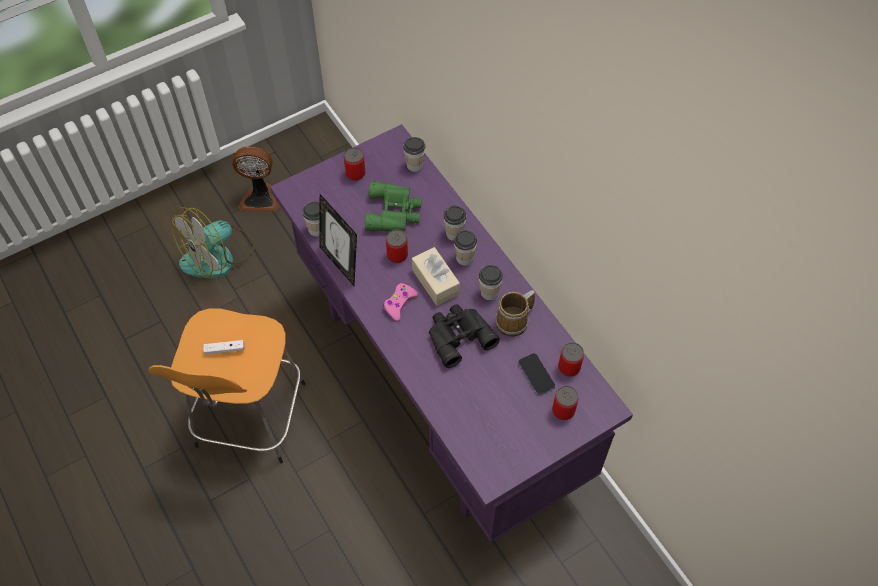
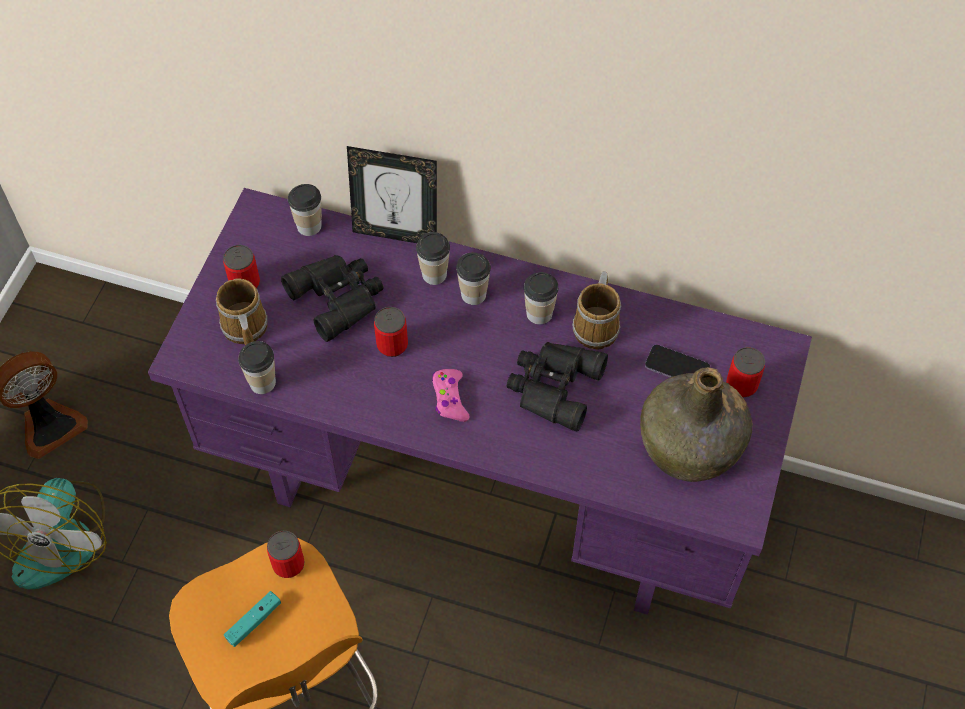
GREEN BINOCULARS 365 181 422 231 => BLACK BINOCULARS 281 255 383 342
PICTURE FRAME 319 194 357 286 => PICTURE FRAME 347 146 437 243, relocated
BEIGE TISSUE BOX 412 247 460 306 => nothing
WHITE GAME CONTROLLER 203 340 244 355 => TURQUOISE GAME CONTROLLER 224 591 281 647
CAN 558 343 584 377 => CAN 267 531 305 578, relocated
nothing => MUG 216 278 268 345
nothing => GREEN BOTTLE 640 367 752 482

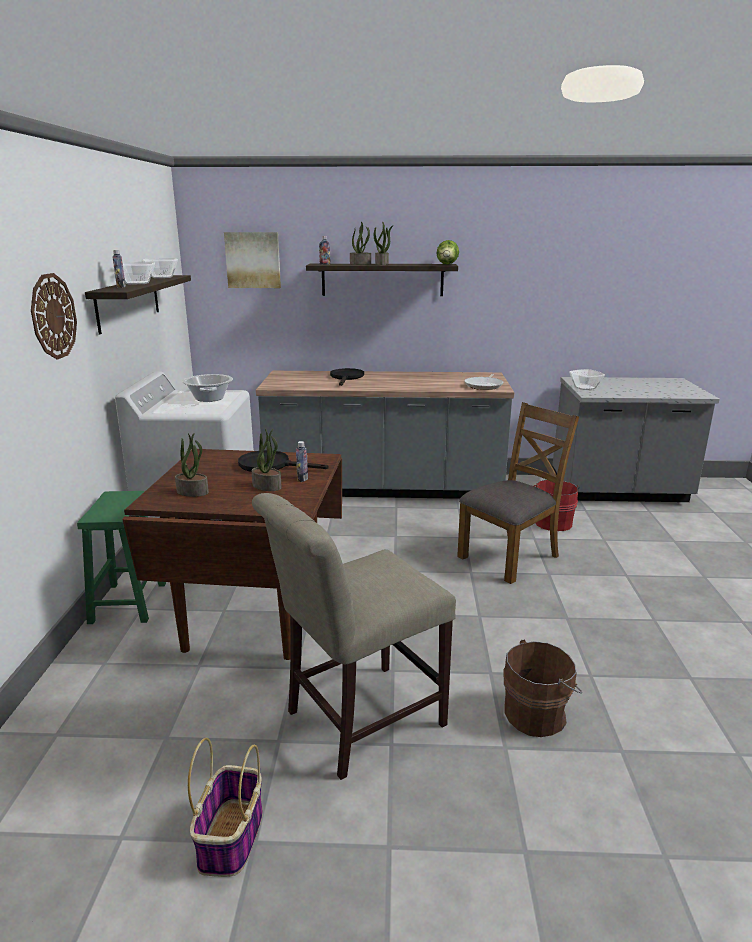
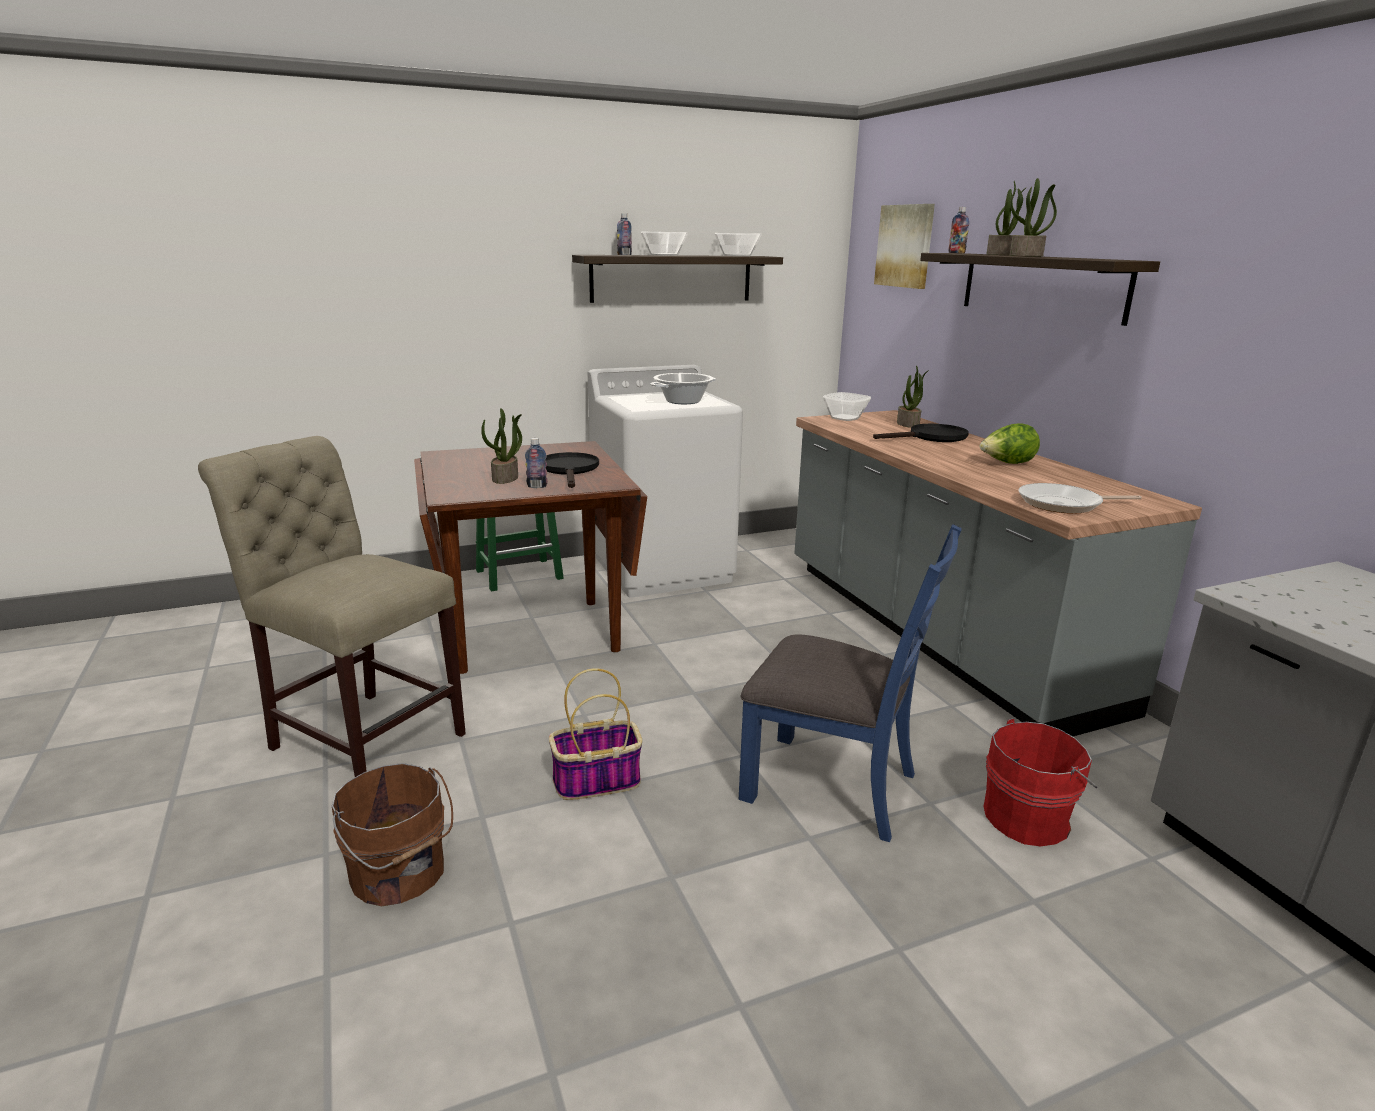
LETTUCE 437 240 459 265 => LETTUCE 980 424 1040 464, relocated
WALL CLOCK 31 273 77 360 => nothing
BOWL 569 369 605 390 => BOWL 823 392 871 421, relocated
BROWN CHAIR 457 402 579 584 => BLUE CHAIR 739 524 962 842
POTTED PLANT 175 433 209 497 => POTTED PLANT 897 366 929 428, relocated
BASKET 188 738 263 877 => BASKET 549 668 643 800, relocated

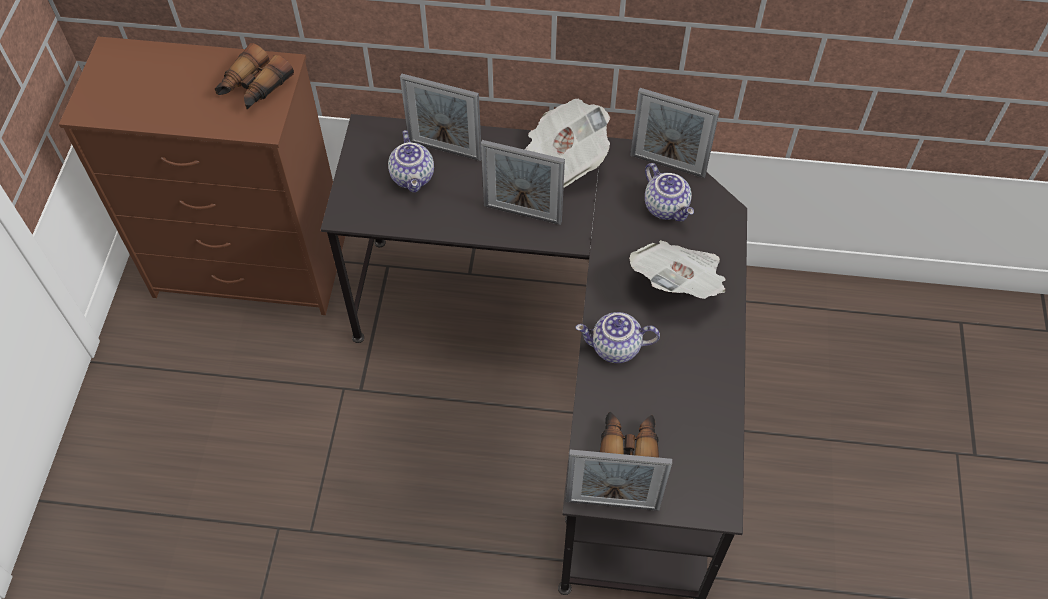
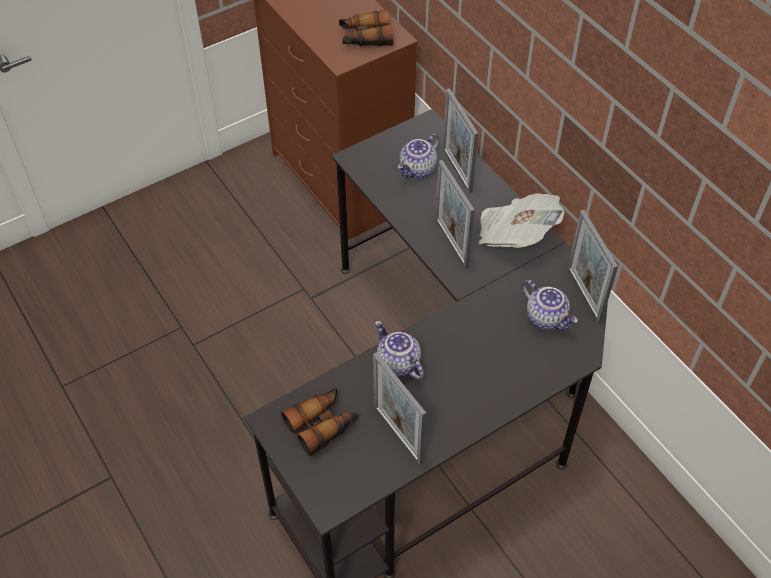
TEAPOT 645 163 694 222 => TEAPOT 522 280 578 330, 60 degrees counterclockwise
NEWSPAPER 629 240 726 299 => nothing
PICTURE FRAME 565 449 672 511 => PICTURE FRAME 373 352 426 465, relocated

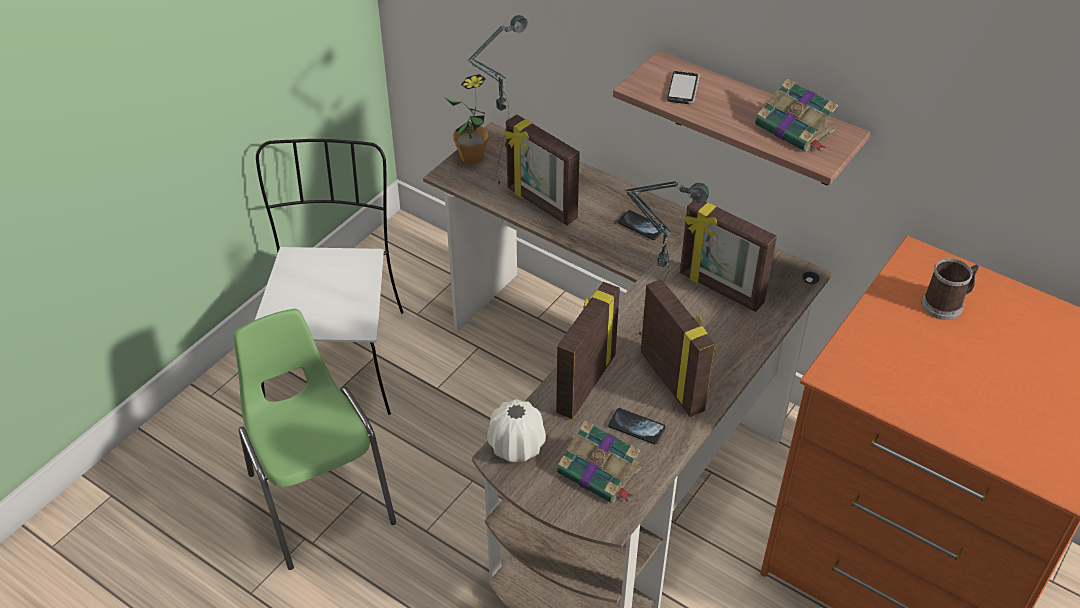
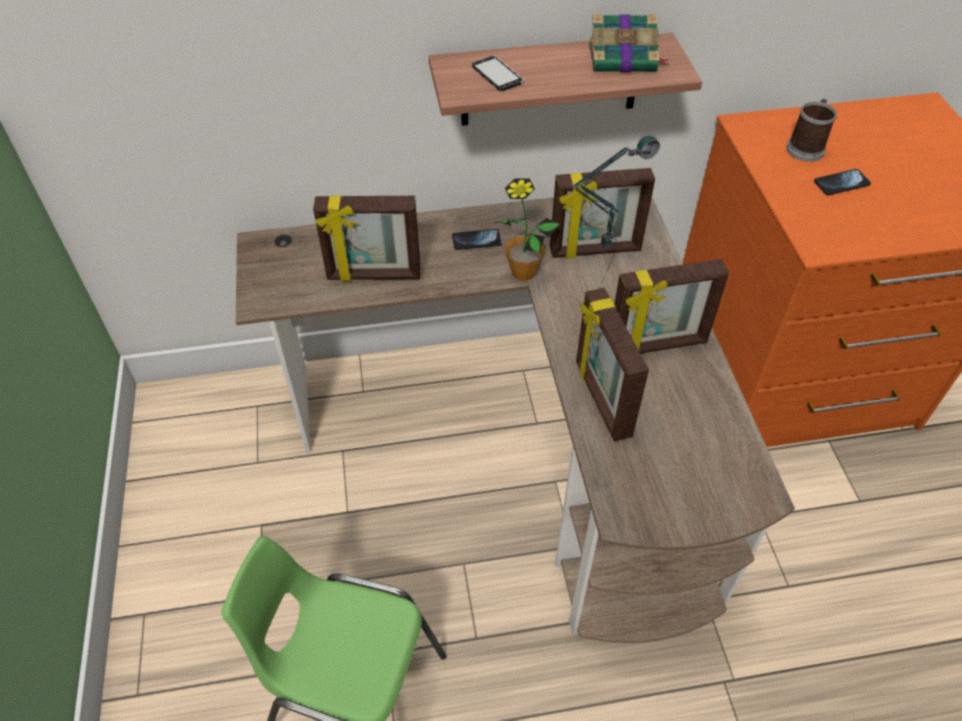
TABLE LAMP 467 15 528 184 => nothing
POTTED PLANT 443 74 489 165 => POTTED PLANT 495 178 560 281, relocated
WHITE CHAIR 255 139 403 415 => nothing
PICTURE FRAME 640 279 717 417 => PICTURE FRAME 614 259 729 354, 150 degrees clockwise
WHITE VASE 487 399 546 462 => nothing
PHONE 608 408 666 444 => PHONE 814 169 871 195, relocated
BOOK 557 420 641 503 => nothing

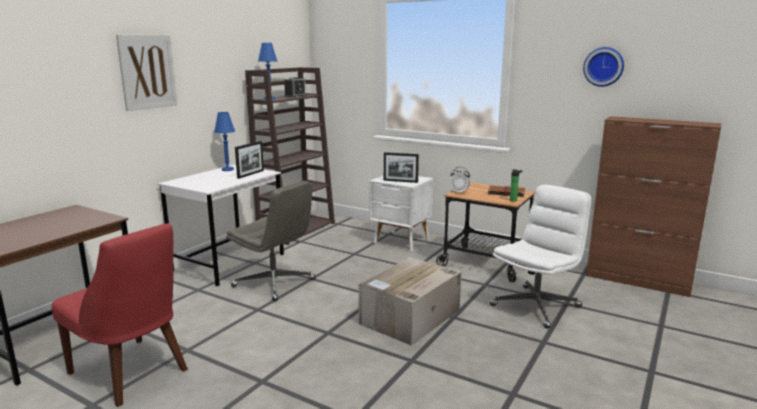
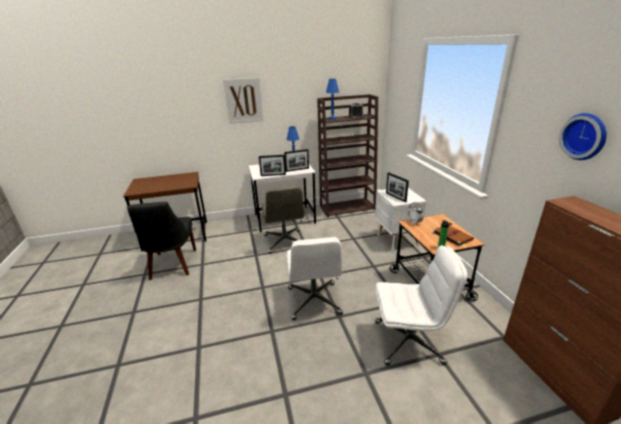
RED CHAIR 51 223 188 407 => BLACK CHAIR 127 202 196 280
CARDBOARD BOX 358 257 461 346 => WHITE OFFICE CHAIR 286 237 343 320
nothing => PICTURE FRAME 259 155 286 176

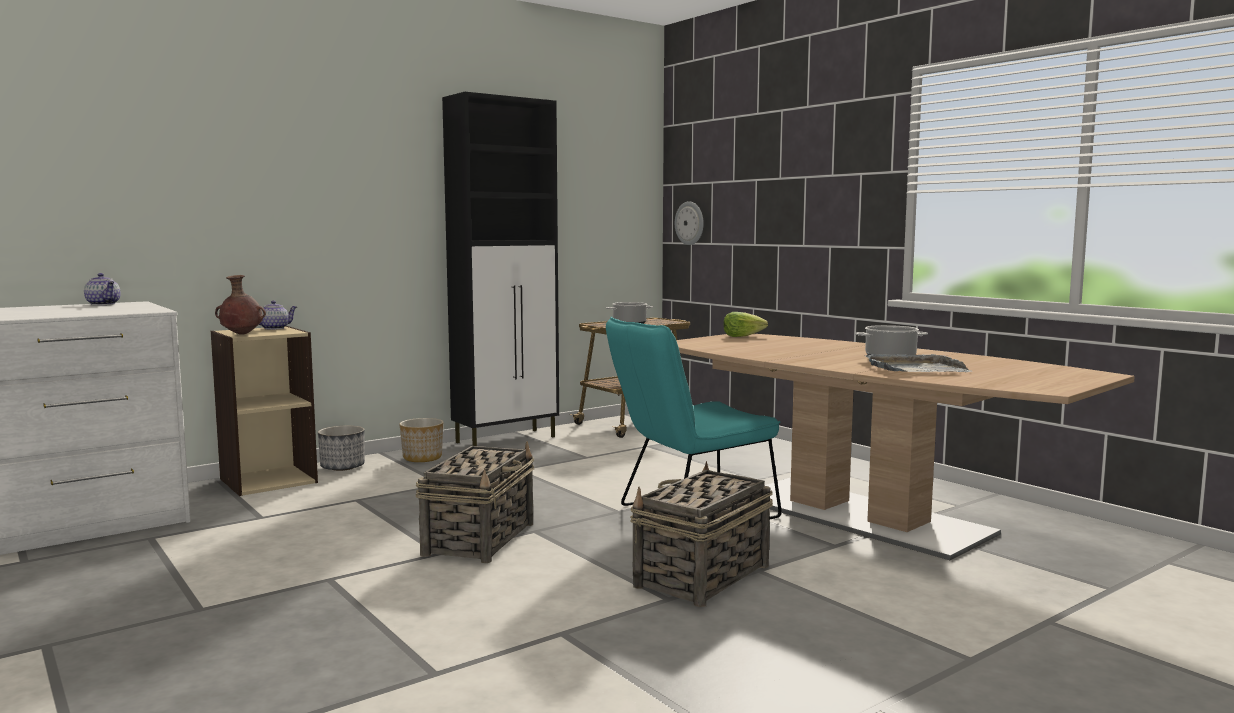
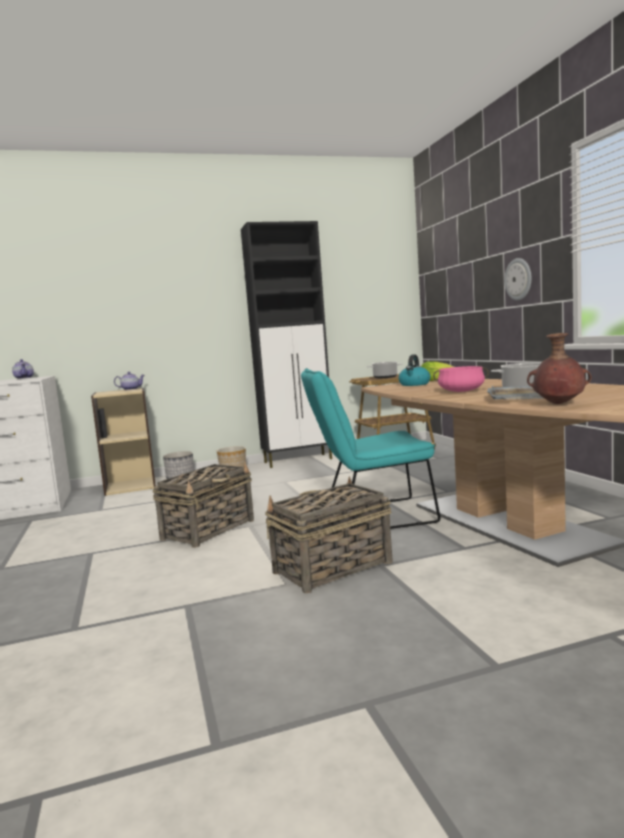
WALL CLOCK 675 201 704 245 => WALL CLOCK 504 258 532 300, relocated
BROWN VASE 215 275 266 335 => BROWN VASE 527 333 591 404, relocated
nothing => KETTLE 398 354 431 386
nothing => PINK COOKING POT 433 366 489 392

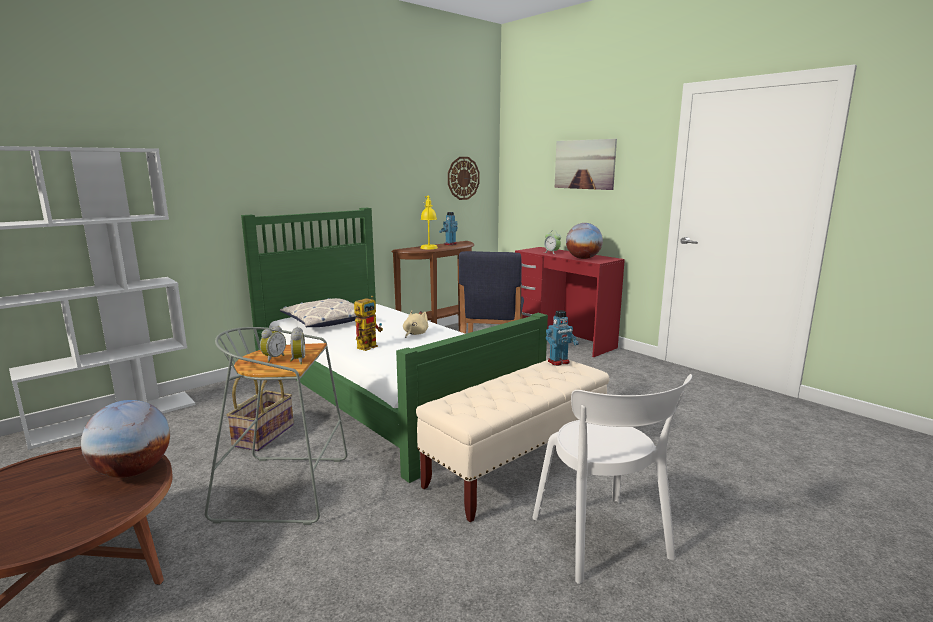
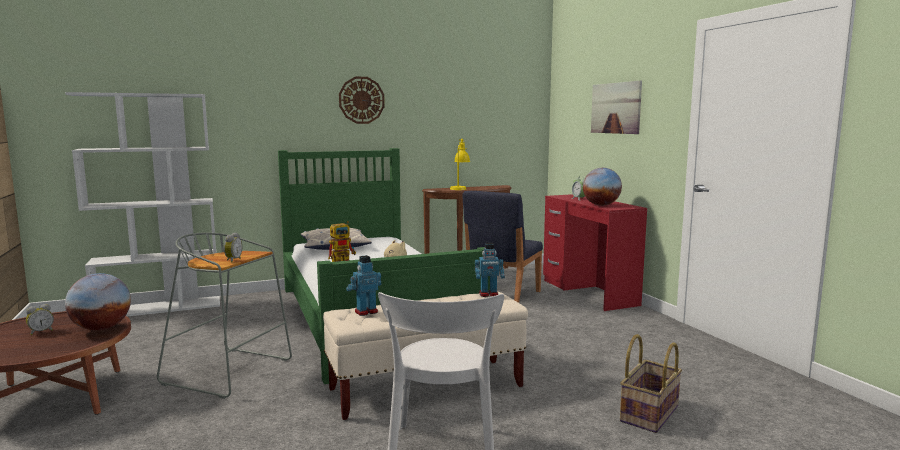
WALL CLOCK 448 157 480 200 => WALL CLOCK 339 76 385 124, relocated
TOY ROBOT 439 212 458 245 => TOY ROBOT 346 255 381 316, relocated
ALARM CLOCK 260 326 286 362 => ALARM CLOCK 26 304 54 335, relocated
BASKET 227 377 294 451 => BASKET 620 334 682 433, relocated

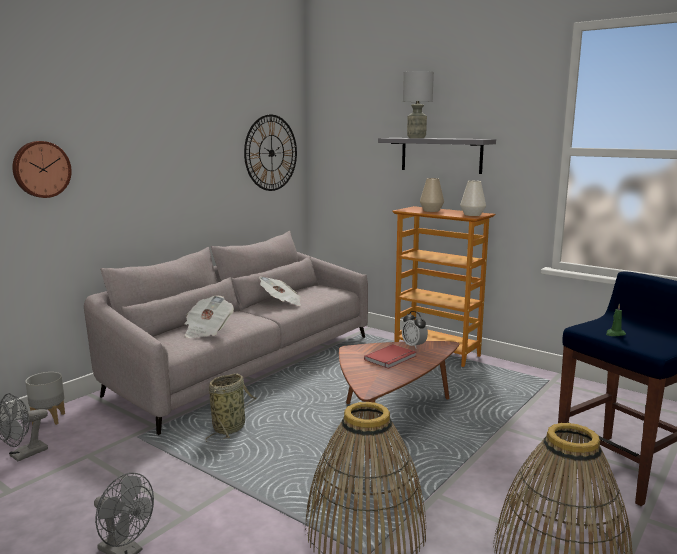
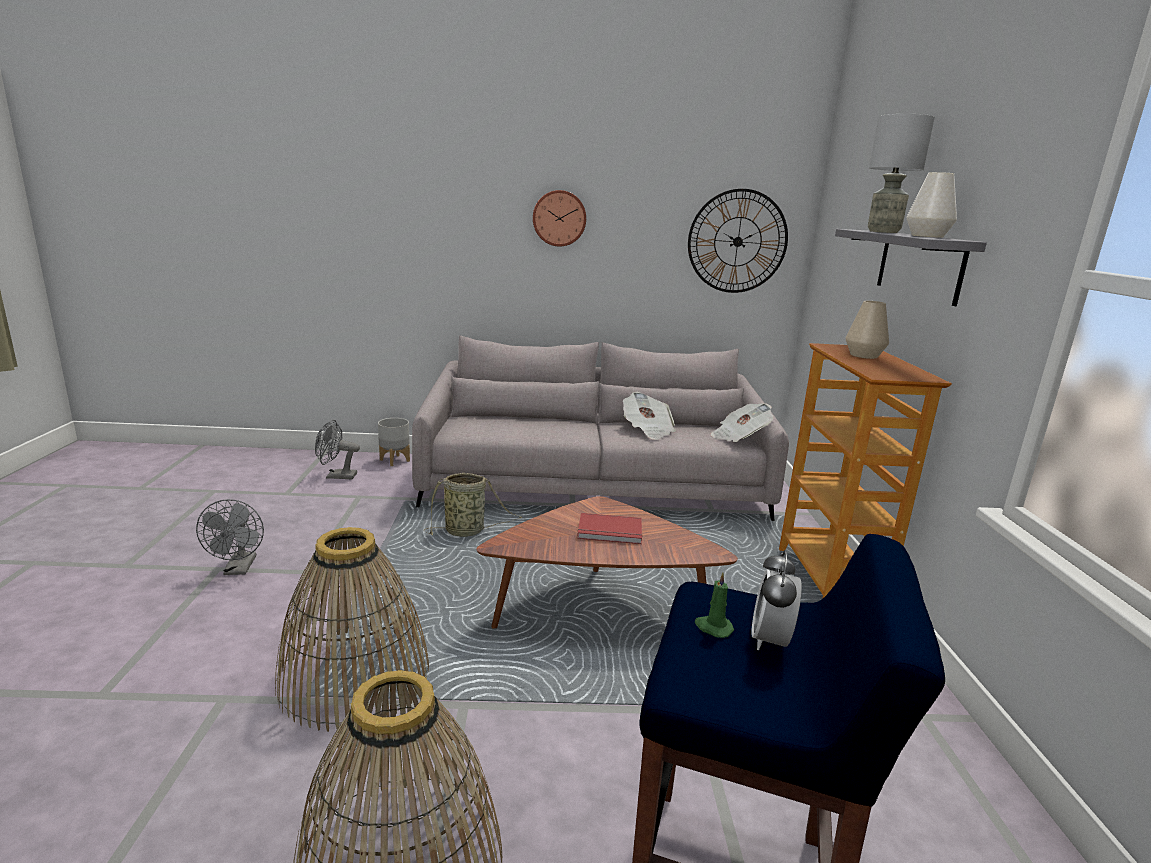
WALL CLOCK 13 141 72 198 => WALL CLOCK 533 190 586 247, relocated
WHITE VASE 460 181 486 216 => WHITE VASE 907 172 957 238, relocated
NEWSPAPER 184 295 234 338 => NEWSPAPER 711 403 774 442, relocated
ALARM CLOCK 402 311 428 348 => ALARM CLOCK 751 550 802 650, relocated

